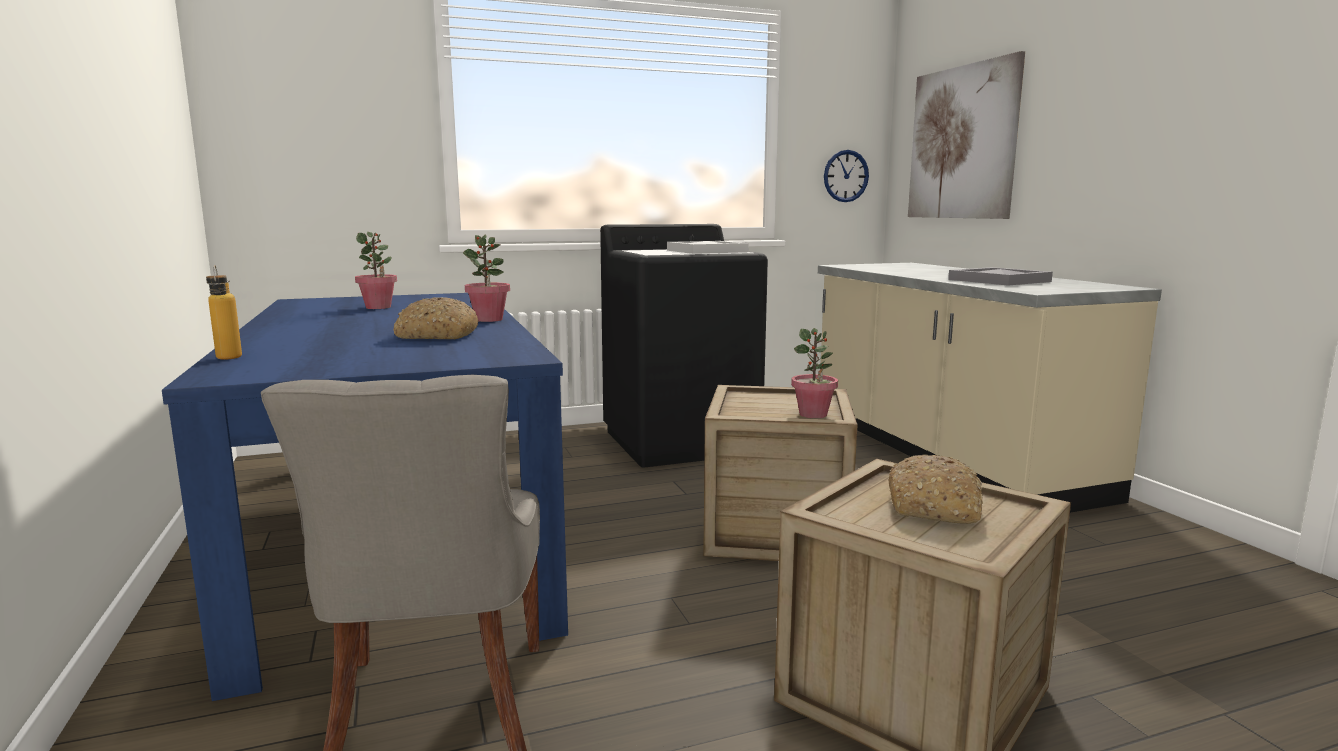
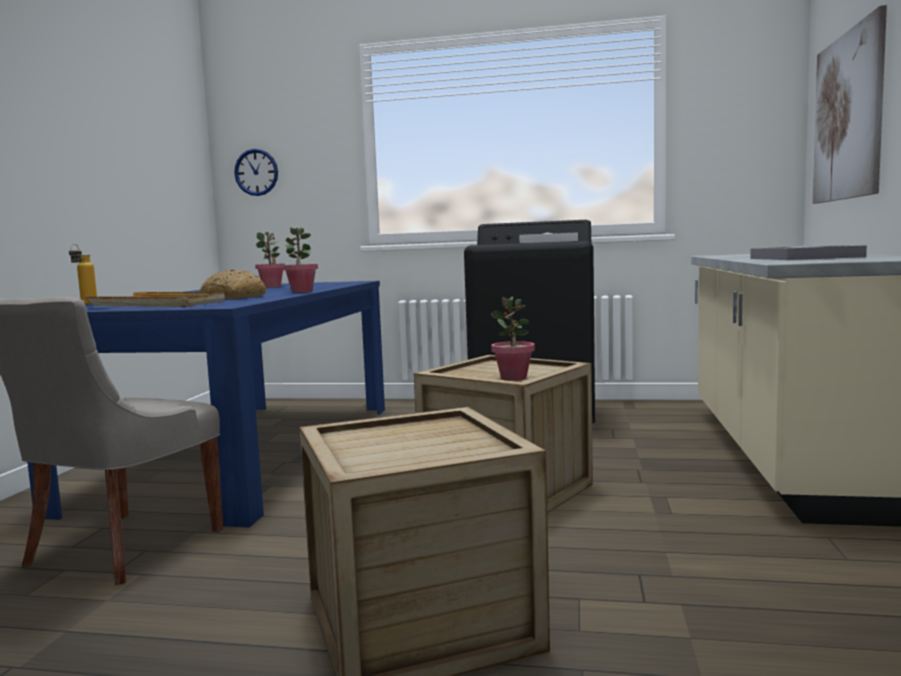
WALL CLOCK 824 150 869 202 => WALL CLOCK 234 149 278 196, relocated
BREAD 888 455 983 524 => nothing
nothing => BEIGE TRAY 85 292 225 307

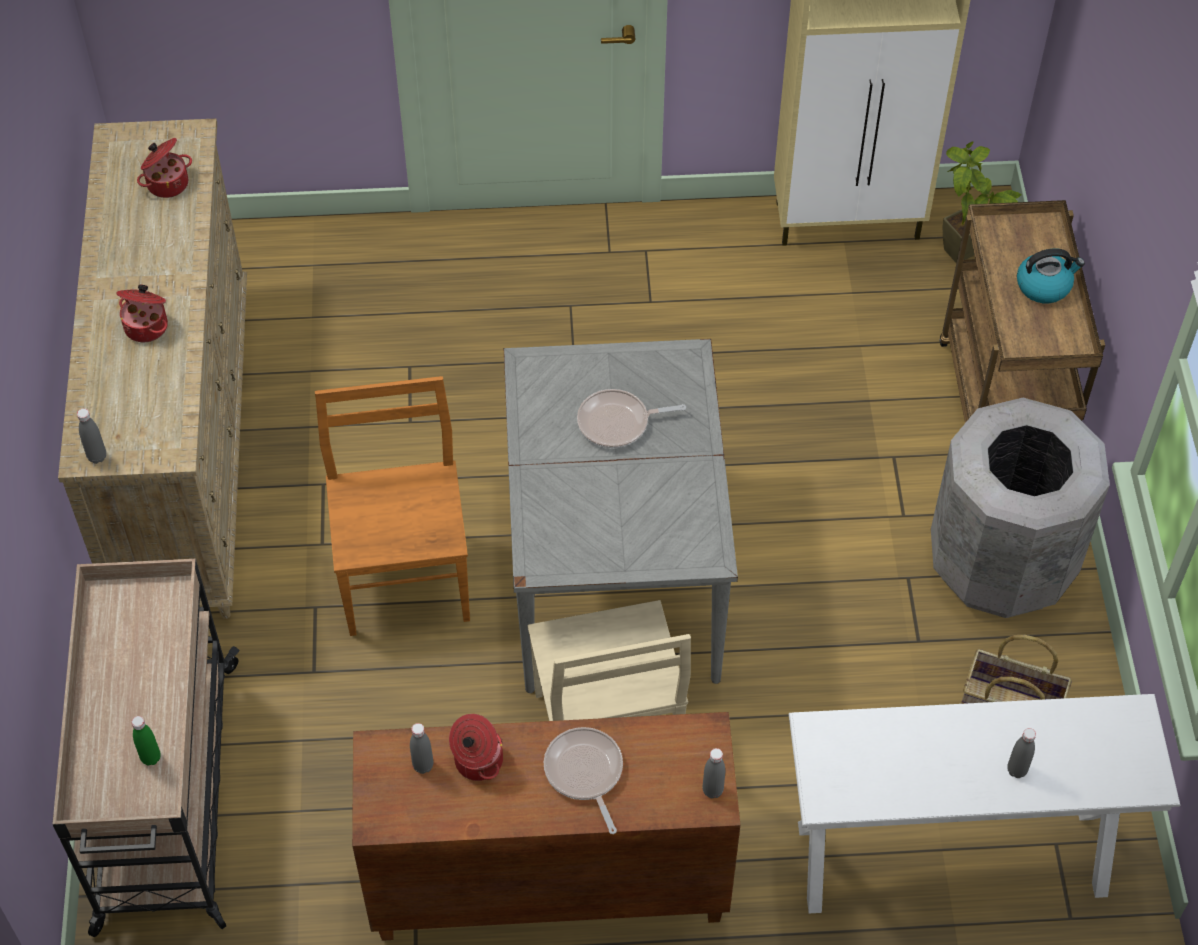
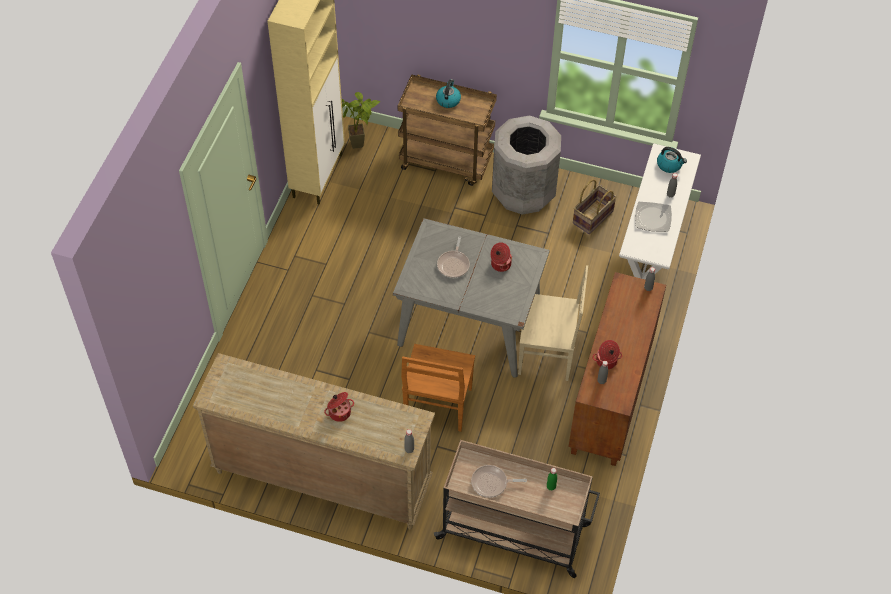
COOKING POT 137 138 192 198 => COOKING POT 491 242 512 272, relocated
BROWN CHAIR 315 376 470 636 => BROWN CHAIR 401 344 475 432, 90 degrees counterclockwise
FRYING PAN 544 727 623 834 => FRYING PAN 471 465 527 498, relocated
nothing => KETTLE 657 147 687 173
nothing => PLATE 635 202 672 232

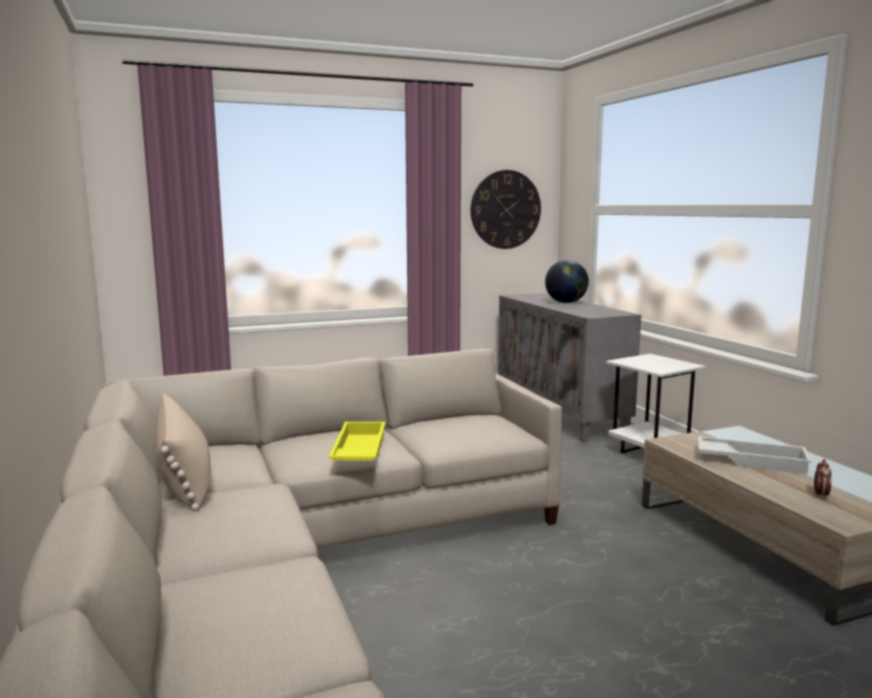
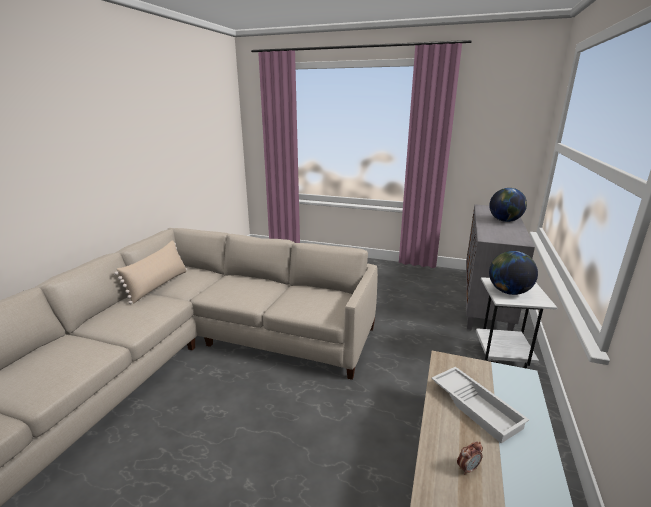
WALL CLOCK 471 170 541 249 => nothing
YELLOW TRAY 329 422 386 461 => nothing
nothing => GLOBE 489 251 538 295

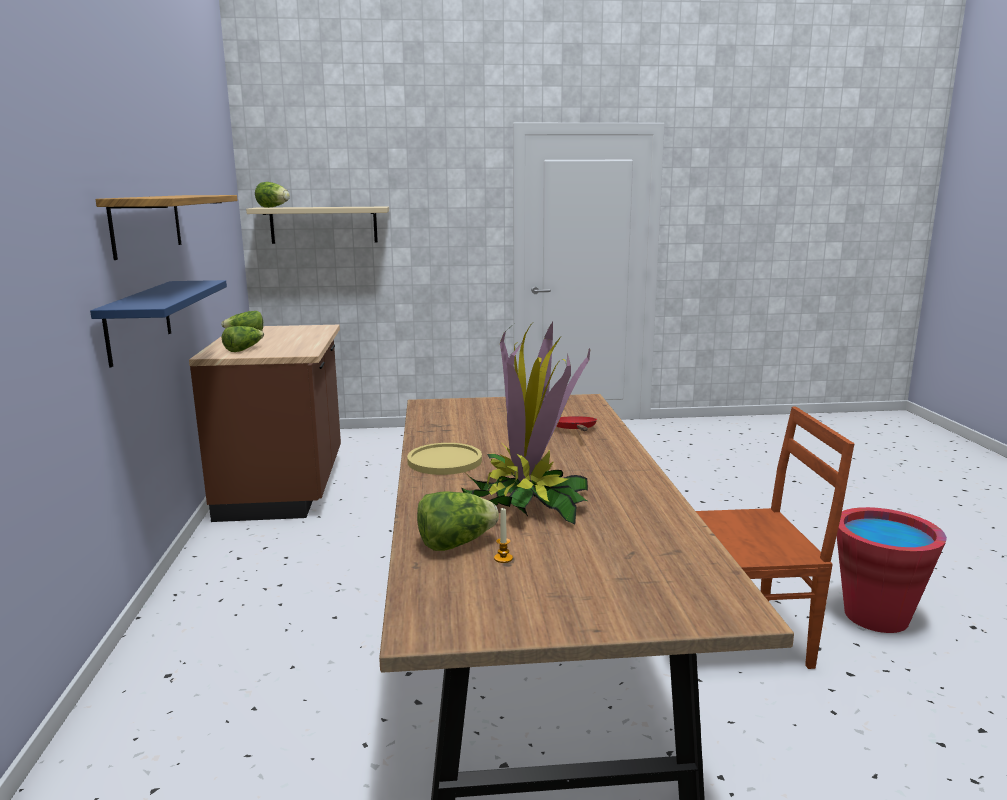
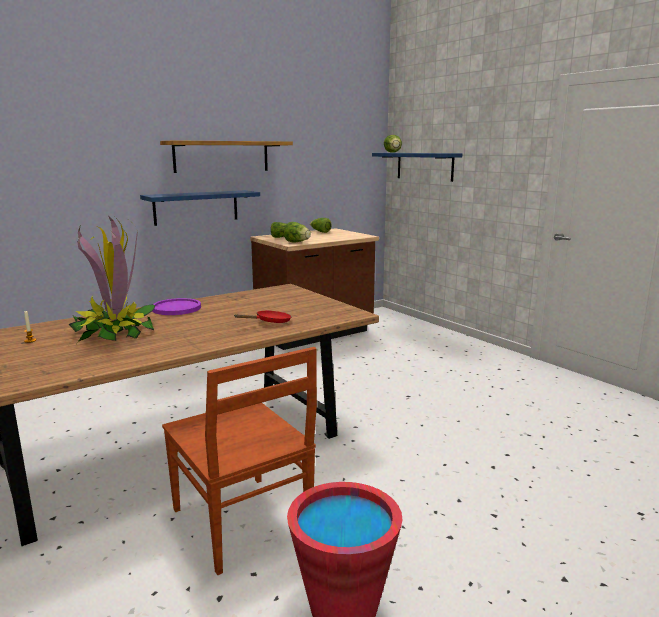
BEIGE SHELF 246 207 389 244 => BLUE SHELF 372 153 462 182
YELLOW PLATE 407 443 482 475 => PURPLE PLATE 152 298 201 315
LETTUCE 417 491 499 551 => LETTUCE 283 222 311 243, relocated

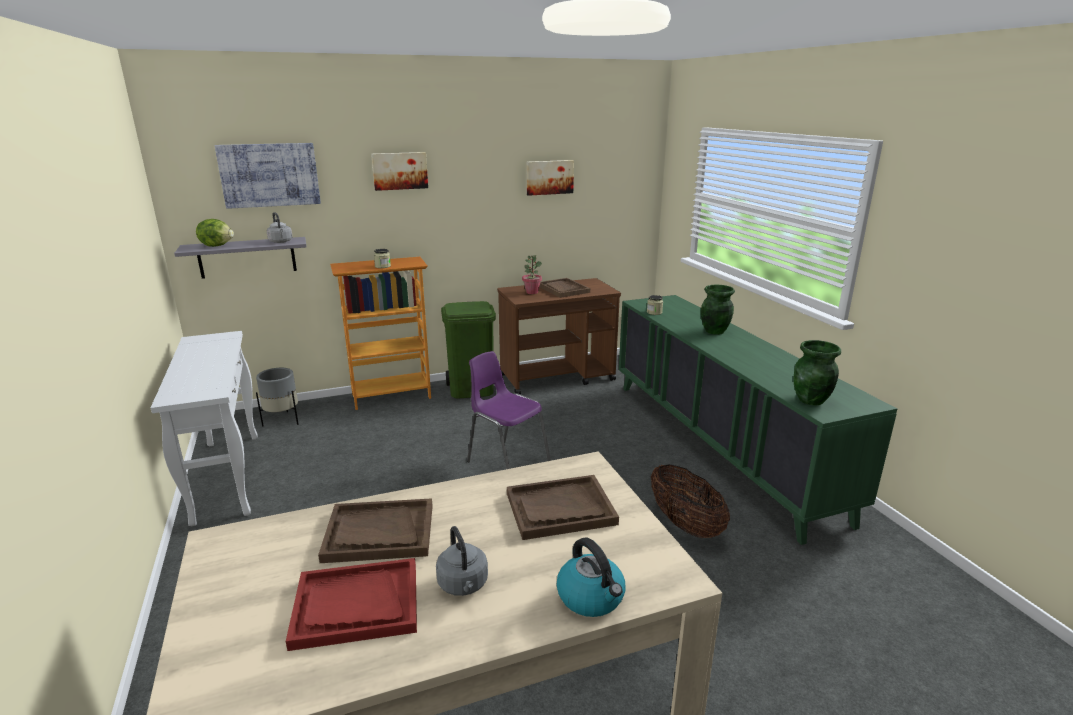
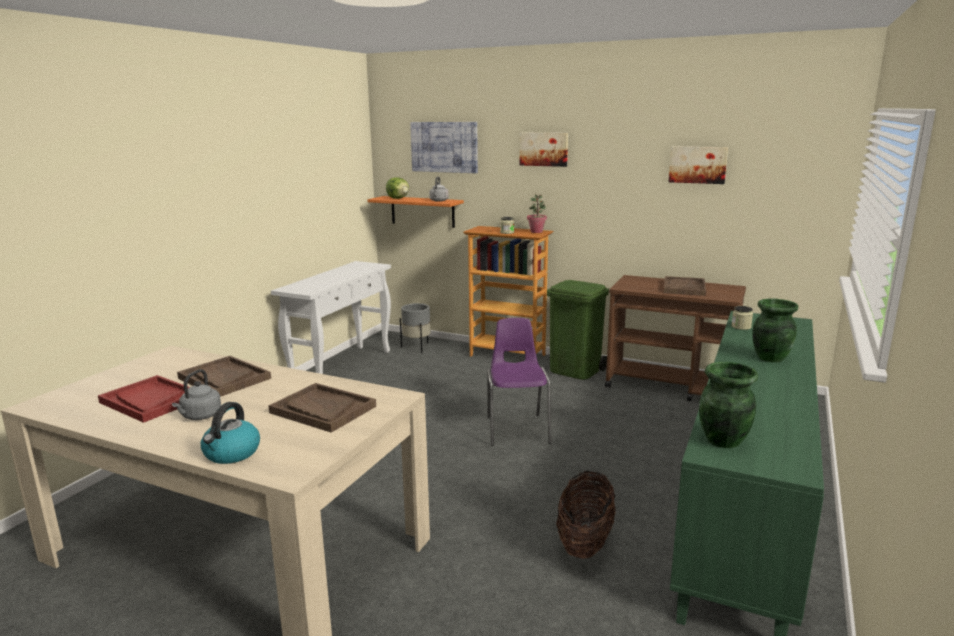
GREY SHELF 174 237 307 279 => ORANGE SHELF 368 196 464 228
POTTED PLANT 522 255 542 294 => POTTED PLANT 527 194 547 233, relocated

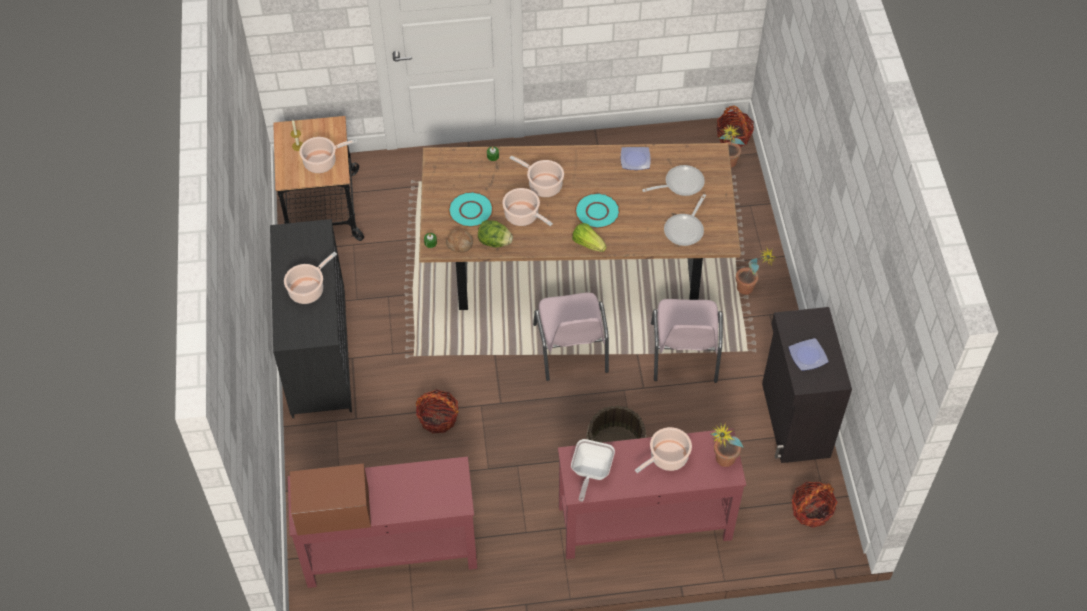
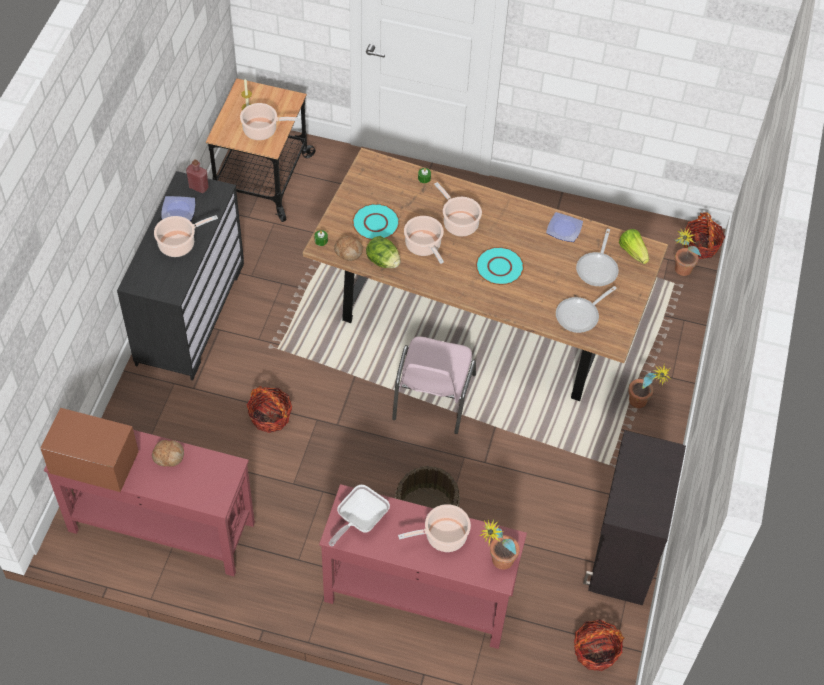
FRYING PAN 642 165 705 196 => FRYING PAN 576 229 619 286, 105 degrees clockwise
LETTUCE 572 223 607 252 => LETTUCE 619 229 649 264, relocated
PINK CHAIR 651 299 723 383 => nothing
PLATE 788 338 829 371 => PLATE 161 196 195 221, relocated
nothing => RED BOTTLE 186 159 209 193
nothing => BREAD 152 440 184 467

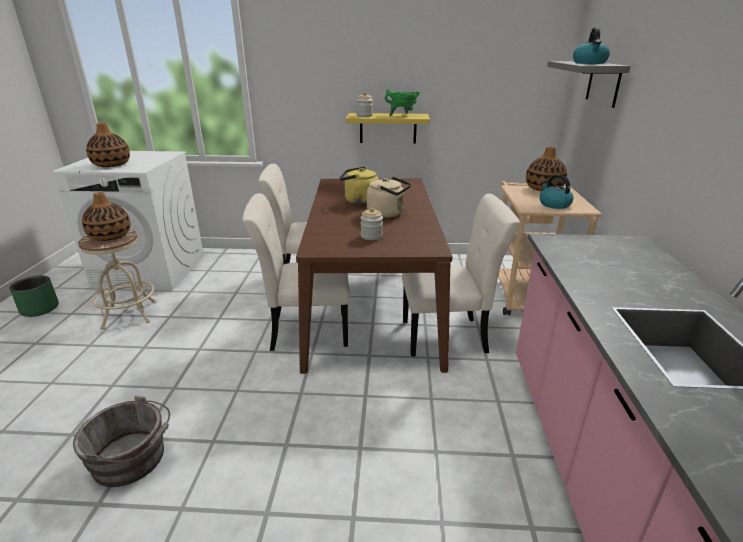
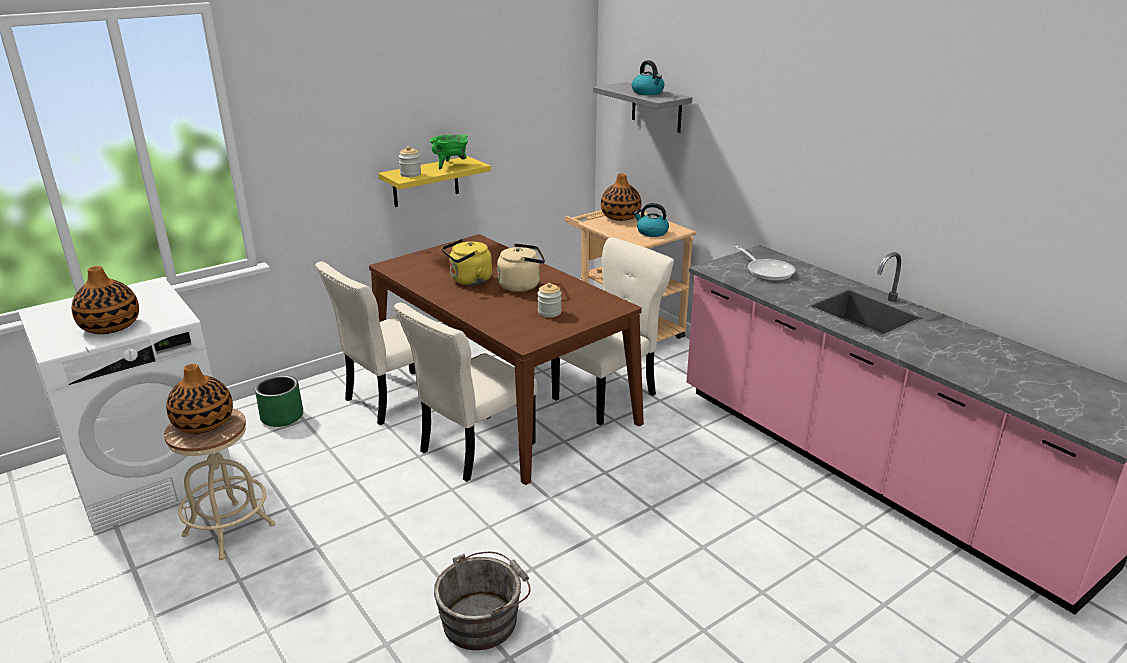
GREEN PLANTER 9 276 59 317 => GREEN PLANTER 255 375 303 427, relocated
nothing => FRYING PAN 735 246 795 281

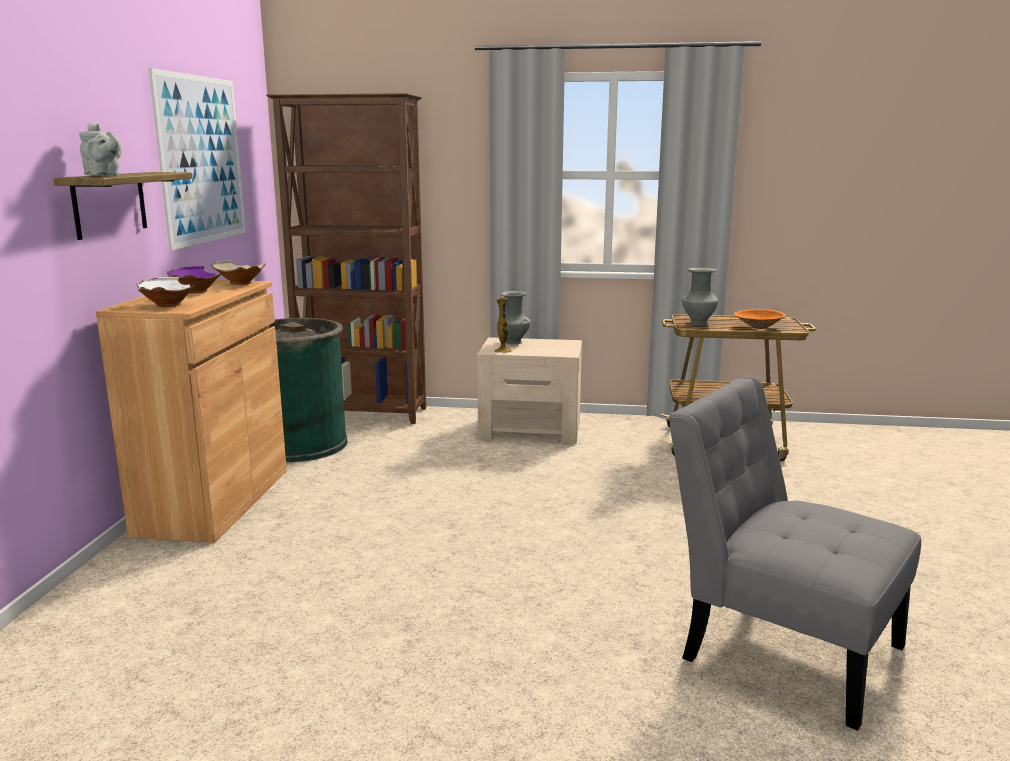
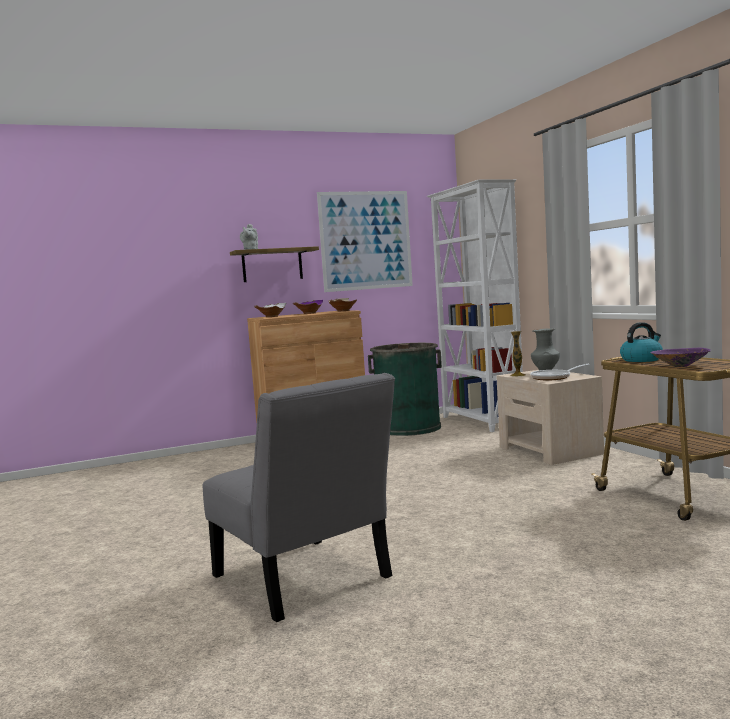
BROWN BOOKCASE 266 93 426 424 => WHITE BOOKCASE 427 179 523 432
GREY VASE 682 268 718 325 => KETTLE 620 322 663 362
ORANGE BOWL 734 309 785 329 => PURPLE BOWL 650 348 711 367
GREY CHAIR 669 377 921 731 => GREY CHAIR 203 373 395 622, 135 degrees clockwise
nothing => FRYING PAN 530 364 589 380

